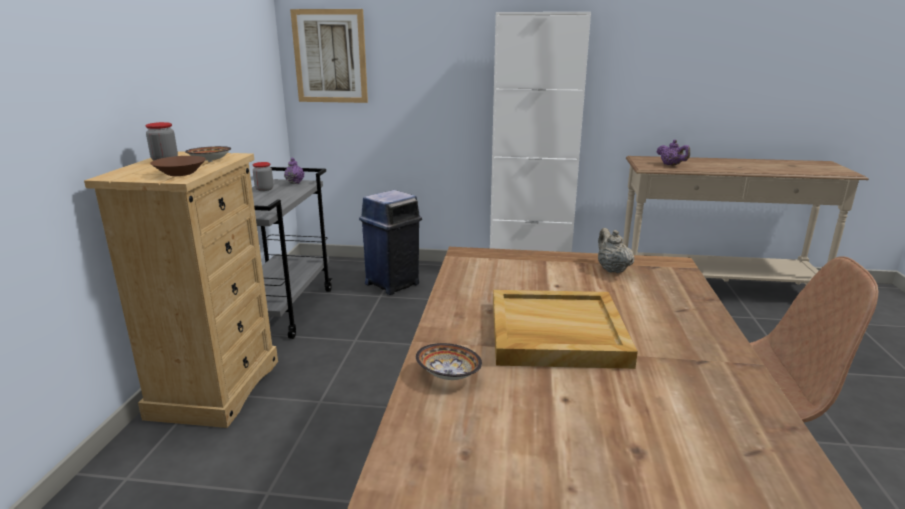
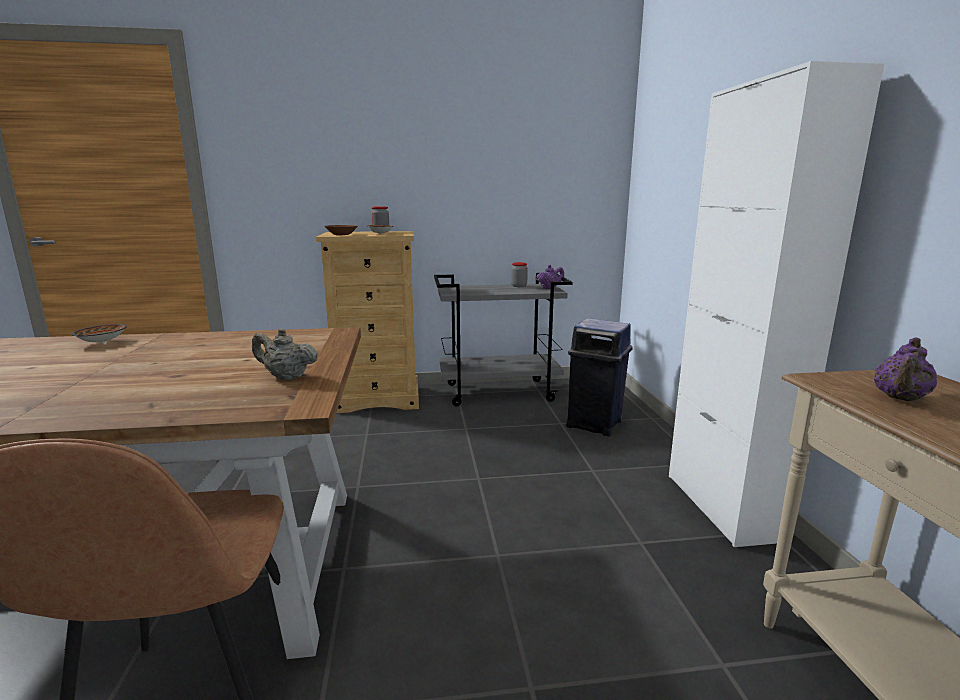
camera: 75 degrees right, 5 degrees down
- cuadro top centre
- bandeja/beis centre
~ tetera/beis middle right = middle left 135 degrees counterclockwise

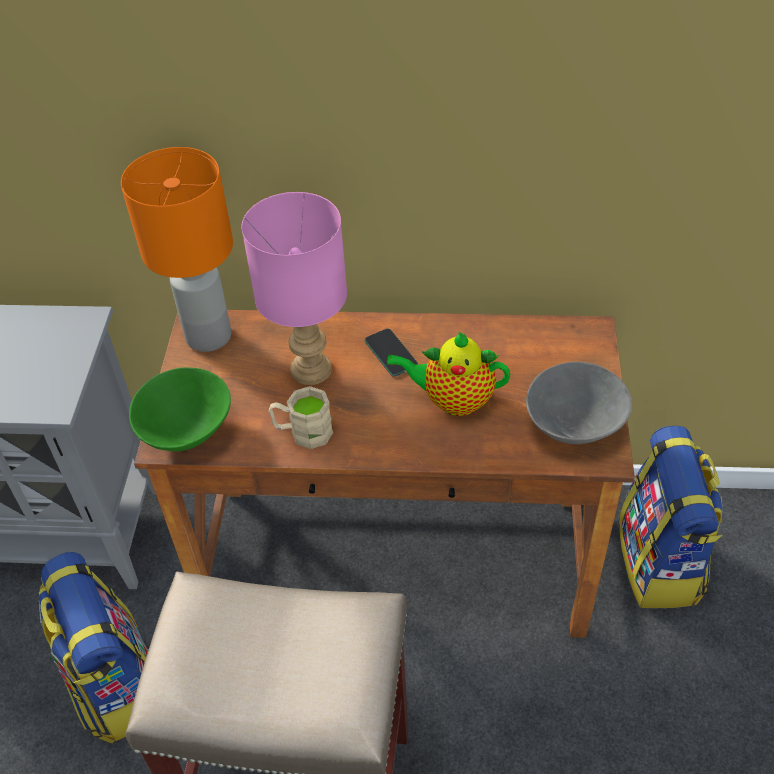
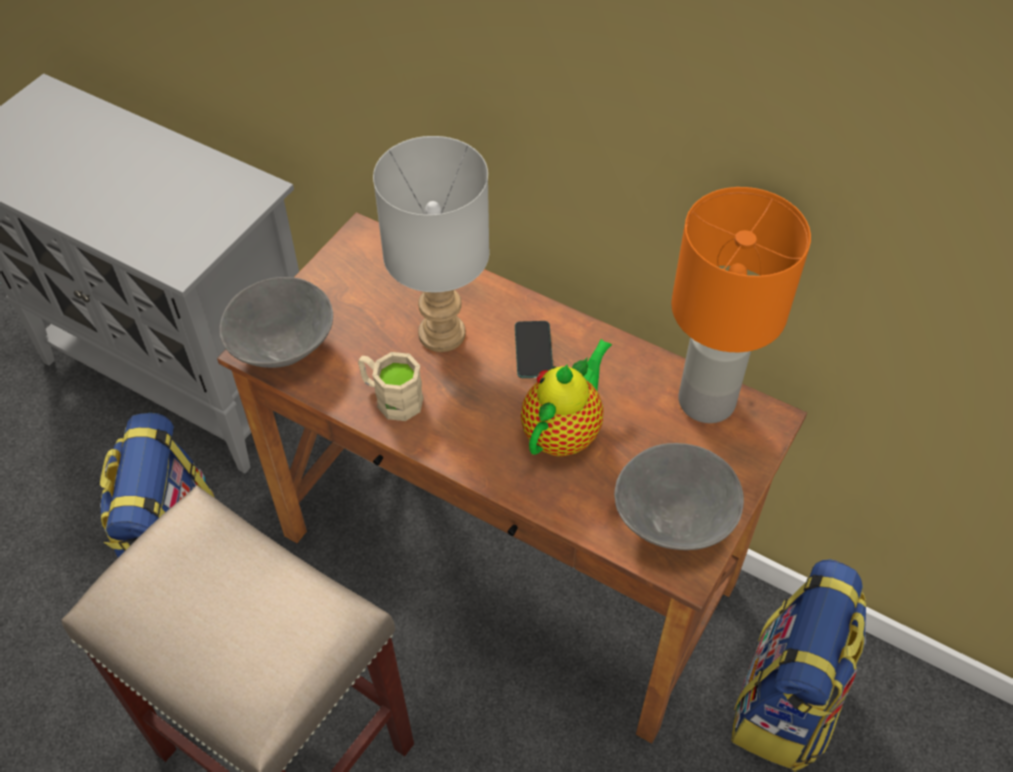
camera: 25 degrees right, 5 degrees up
~ lámpara de mesa/naranja top left to middle right
~ cuenco/verde middle left to cuenco/gris (1st from left) middle left
~ lámpara de mesa/rosa centre to lámpara de mesa/gris top centre
~ tetera centre = centre 90 degrees clockwise

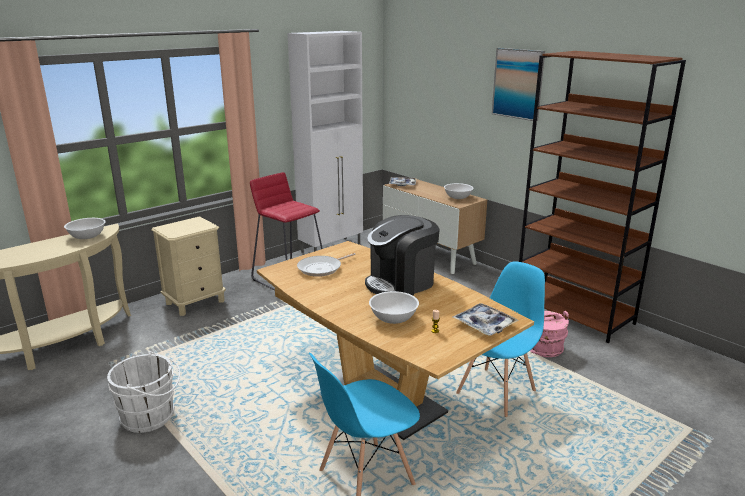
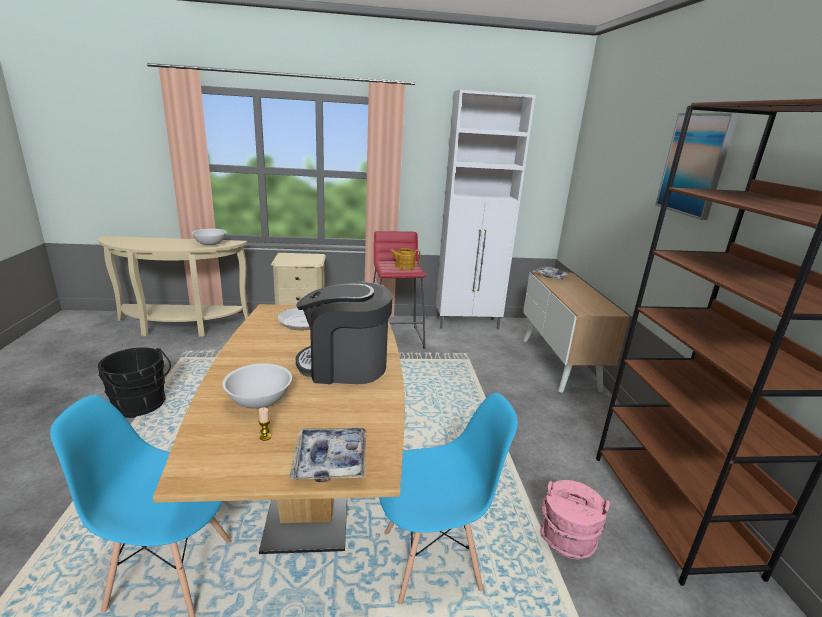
camera: 35 degrees right, 0 degrees up
- cuenco/blanco (3rd from left) centre
+ tetera centre
~ cubo/blanco bottom left to cubo/negro middle left

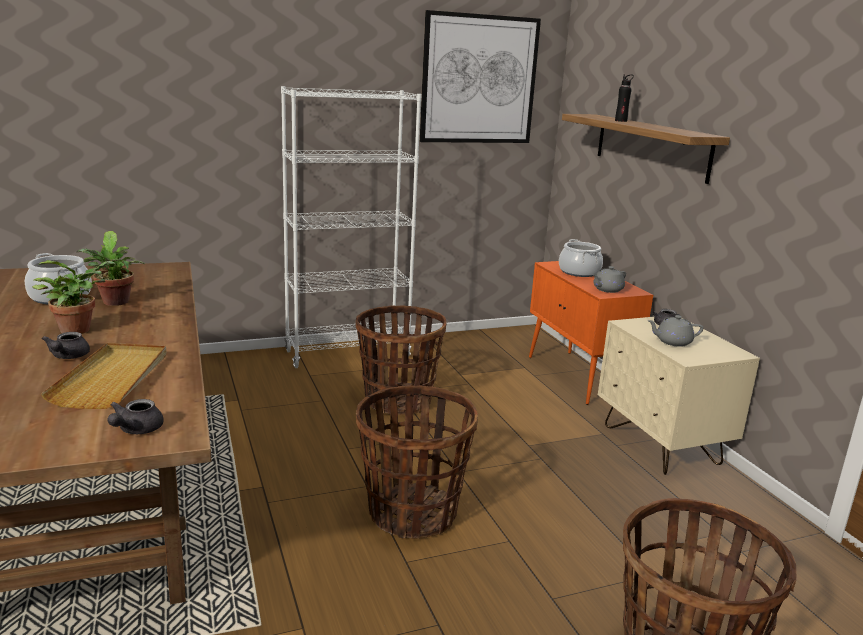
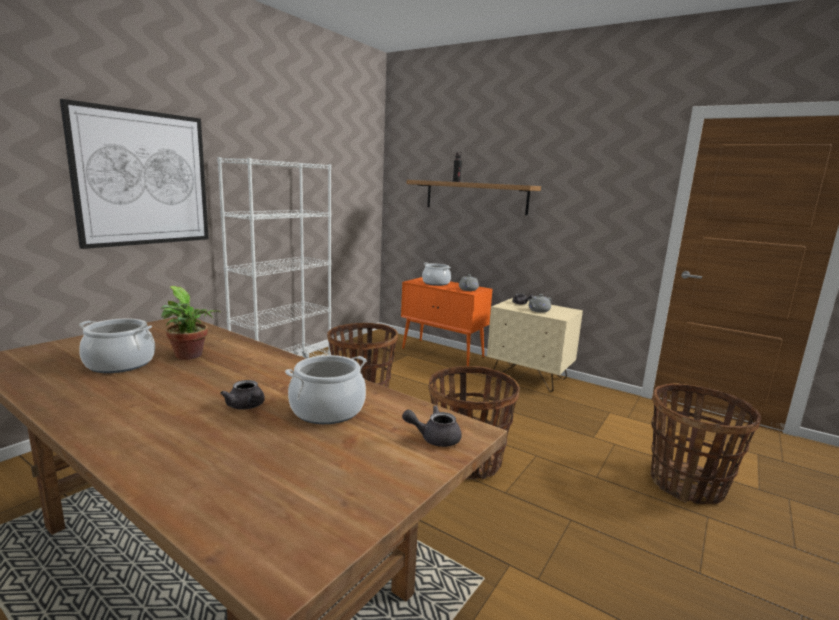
camera: 35 degrees left, 5 degrees down
- planta en maceta (1st from left) middle left
~ cuadro top centre to top left
~ bandeja/beis middle left to olla (2nd from left) centre
~ tetera/gris (2nd from left) middle left = bottom centre 105 degrees clockwise

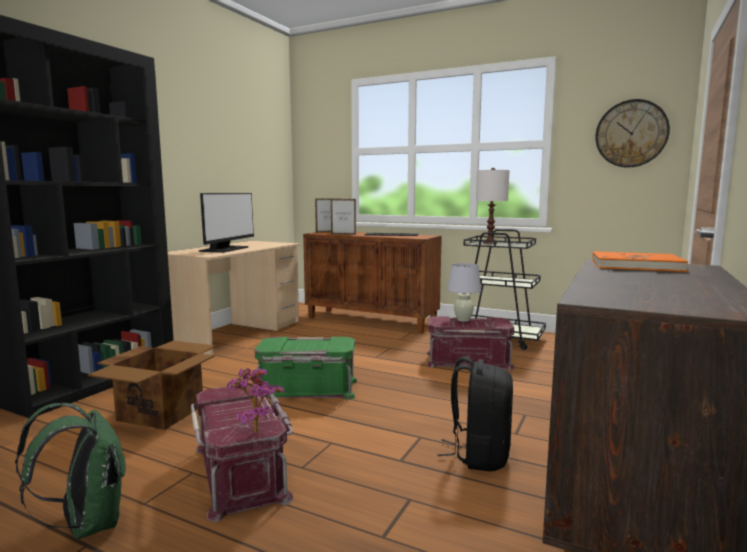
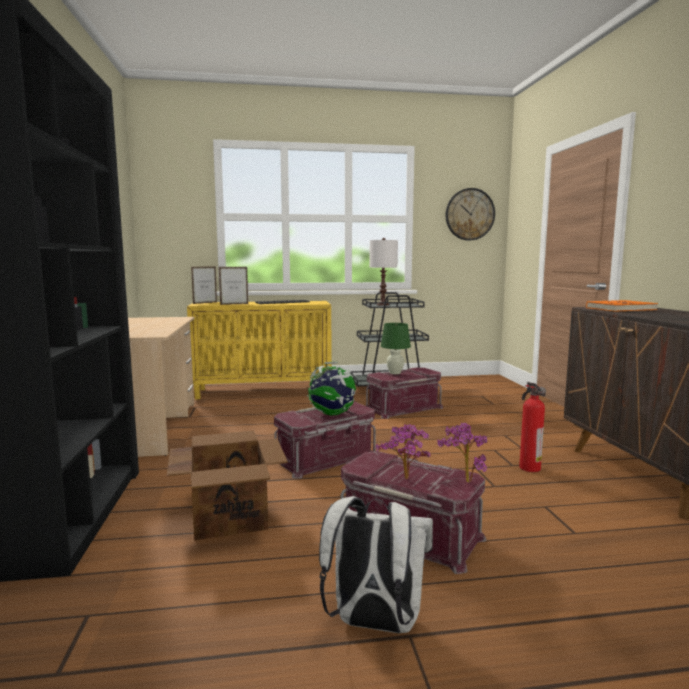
camera: 35 degrees left, 0 degrees up
- monitor middle left
+ globo terráqueo centre
+ planta en maceta (1st from left) centre
~ mochila/negro bottom centre to extintor middle right
~ mochila/verde bottom left to mochila/blanco bottom centre
~ caja de almacenaje/verde bottom centre to caja de almacenaje/rojo (1st from left) centre
~ armario/marrón (1st from left) centre to armario/amarillo centre
~ lámpara de mesa/blanco (1st from left) centre to lámpara de mesa/verde centre

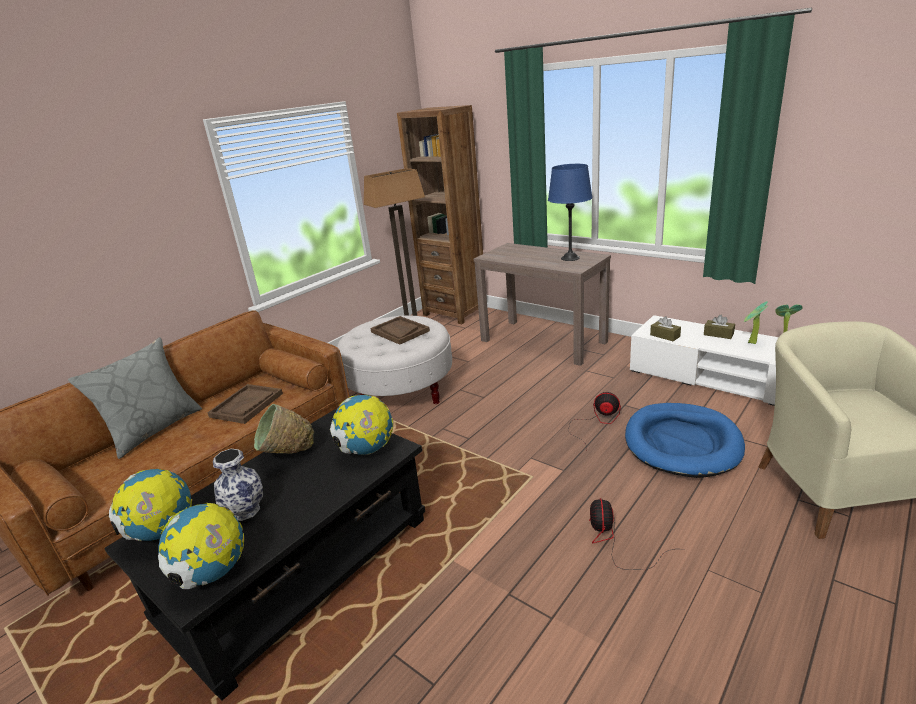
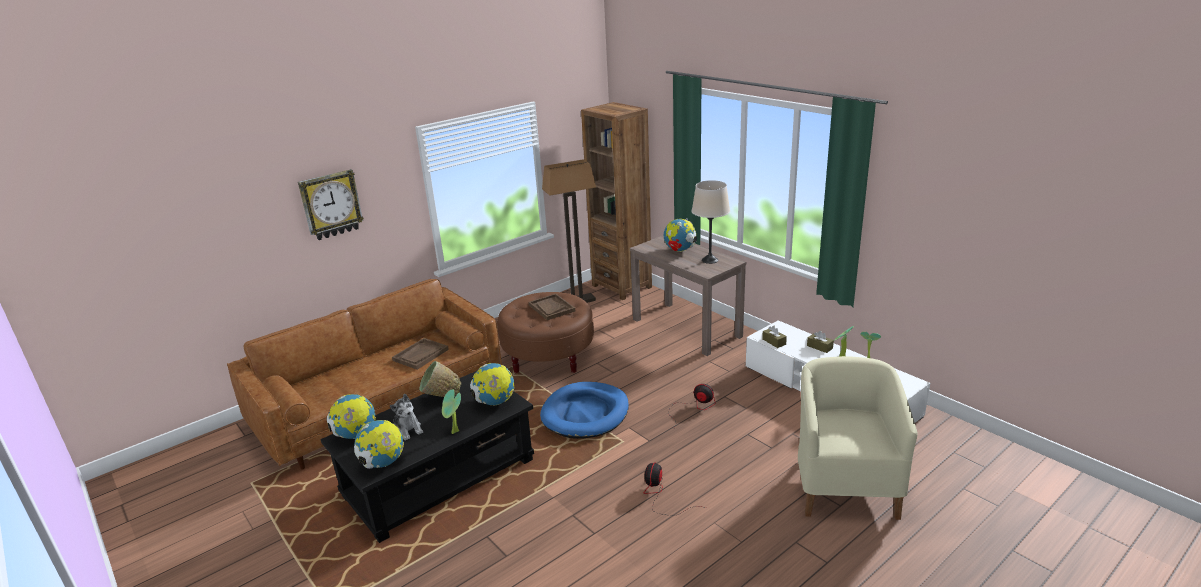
camera: 10 degrees right, 0 degrees up
- cojín/gris middle left
+ reloj de pared middle left
+ planta en maceta (1st from left) bottom centre
+ globo terráqueo (4th from left) centre
~ cama para perro/azul middle right to bottom centre
~ florero bottom left to peluche bottom centre
~ puf/blanco centre to puf/marrón centre
~ lámpara de mesa/azul top centre to lámpara de mesa/beis centre

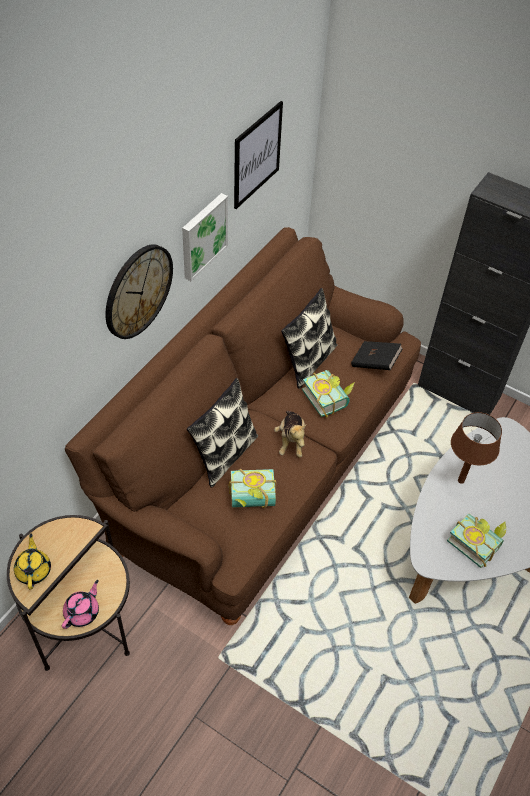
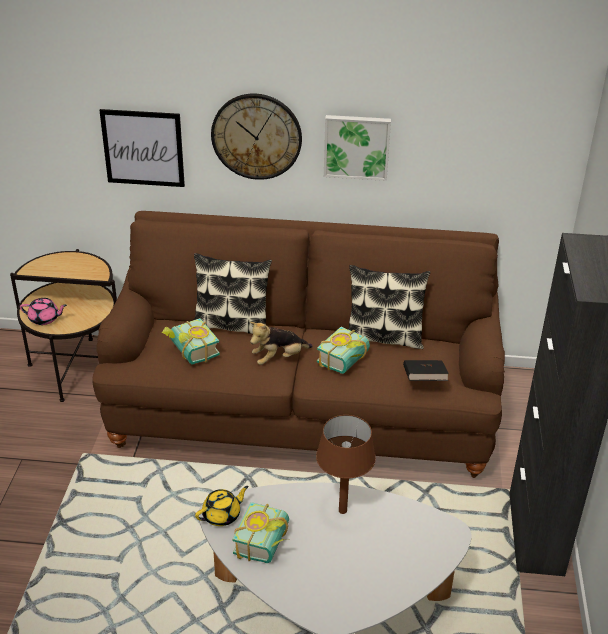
camera: 65 degrees right, 15 degrees down
~ tetera/amarillo bottom left to bottom centre
~ cuadro (2nd from left in the first image) top centre to cuadro (1st from left) top left

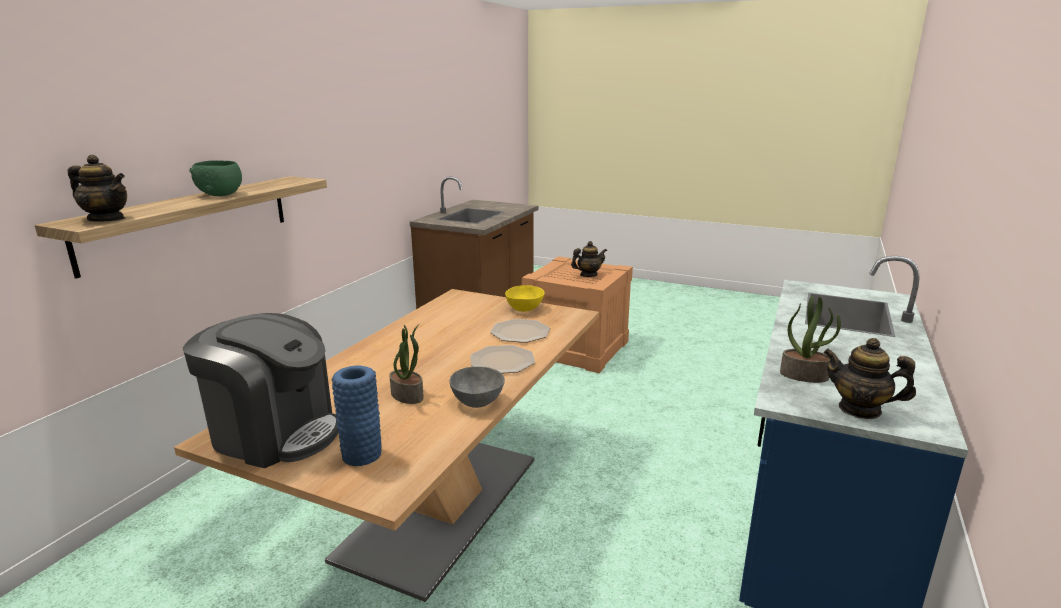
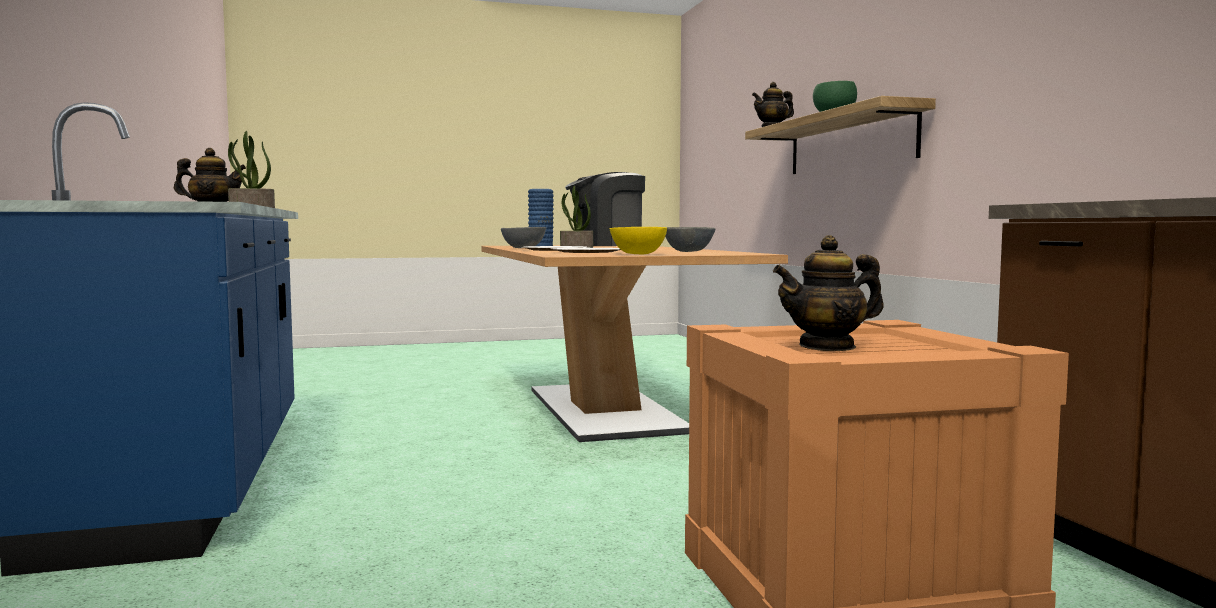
camera: 140 degrees right, 15 degrees down
+ cuenco/gris (2nd from left) centre
~ tetera (2nd from left in the first image) centre = middle right 45 degrees clockwise

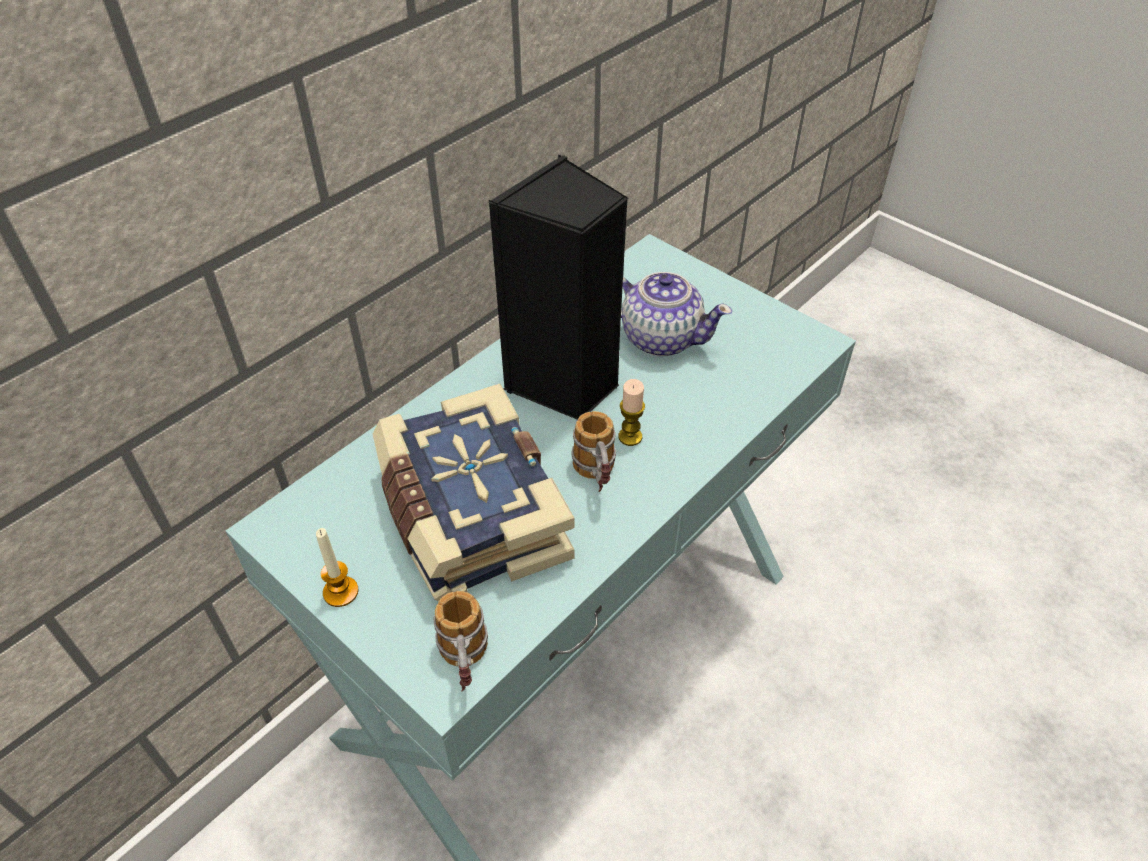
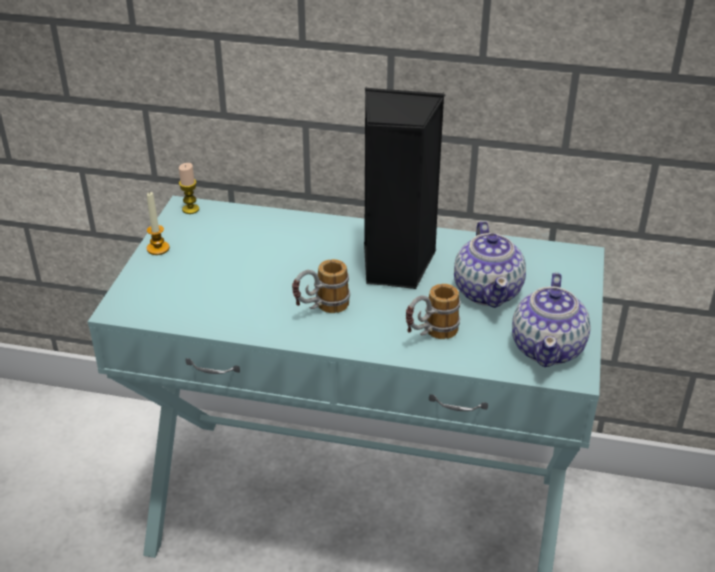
camera: 60 degrees right, 10 degrees down
- libro centre
+ tetera (2nd from left) middle right
~ taza grande (1st from left in the first image) bottom centre to taza grande (2nd from left) centre
~ vela (2nd from left) centre to top left

